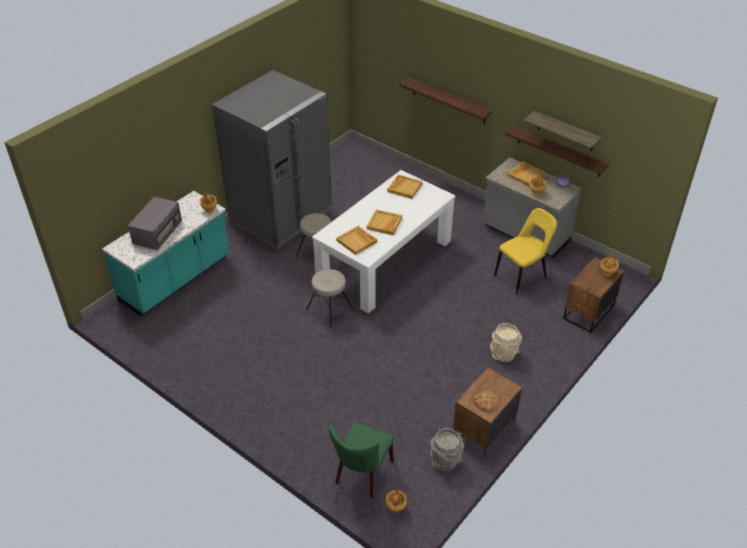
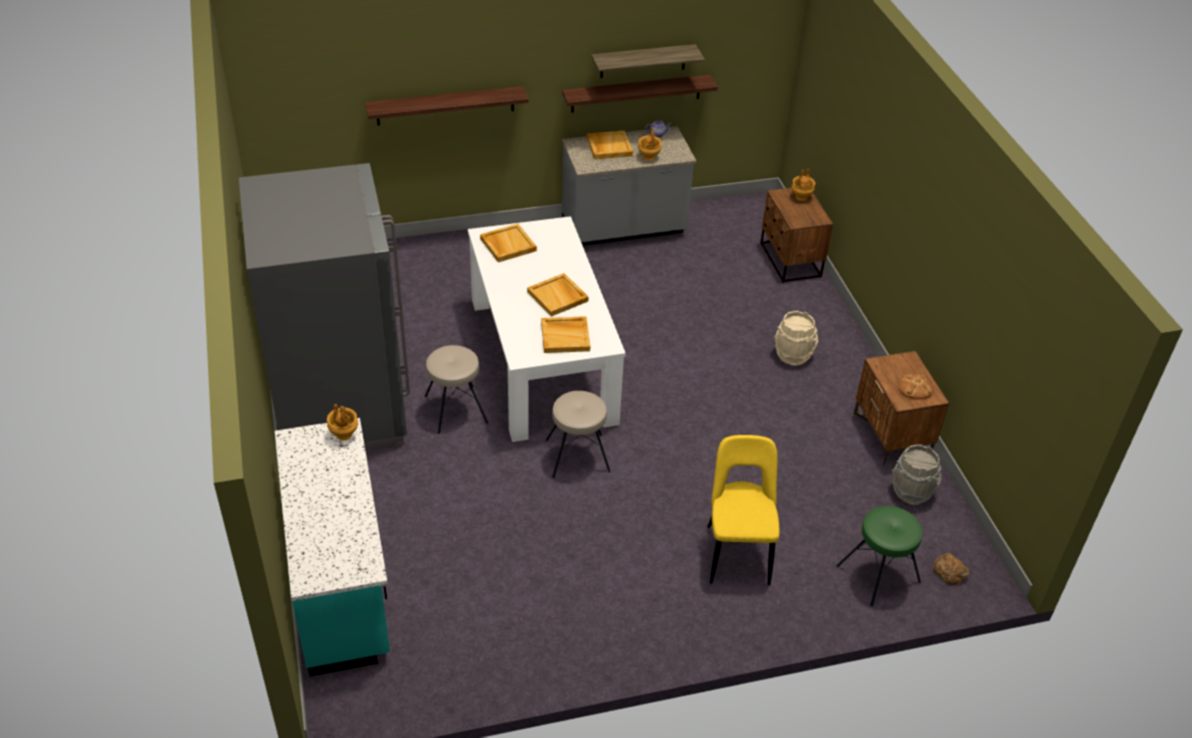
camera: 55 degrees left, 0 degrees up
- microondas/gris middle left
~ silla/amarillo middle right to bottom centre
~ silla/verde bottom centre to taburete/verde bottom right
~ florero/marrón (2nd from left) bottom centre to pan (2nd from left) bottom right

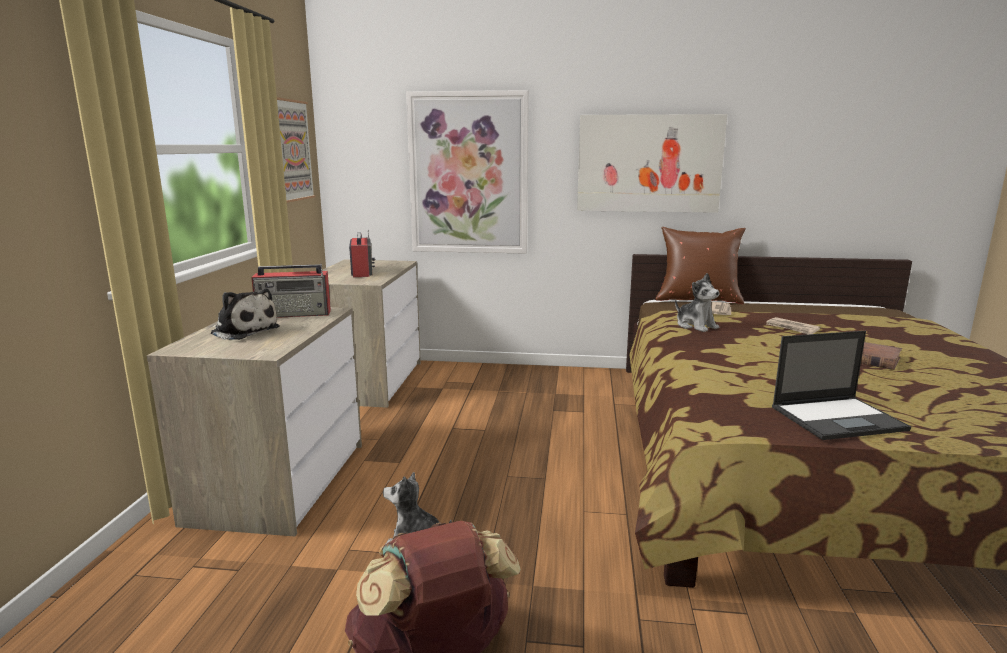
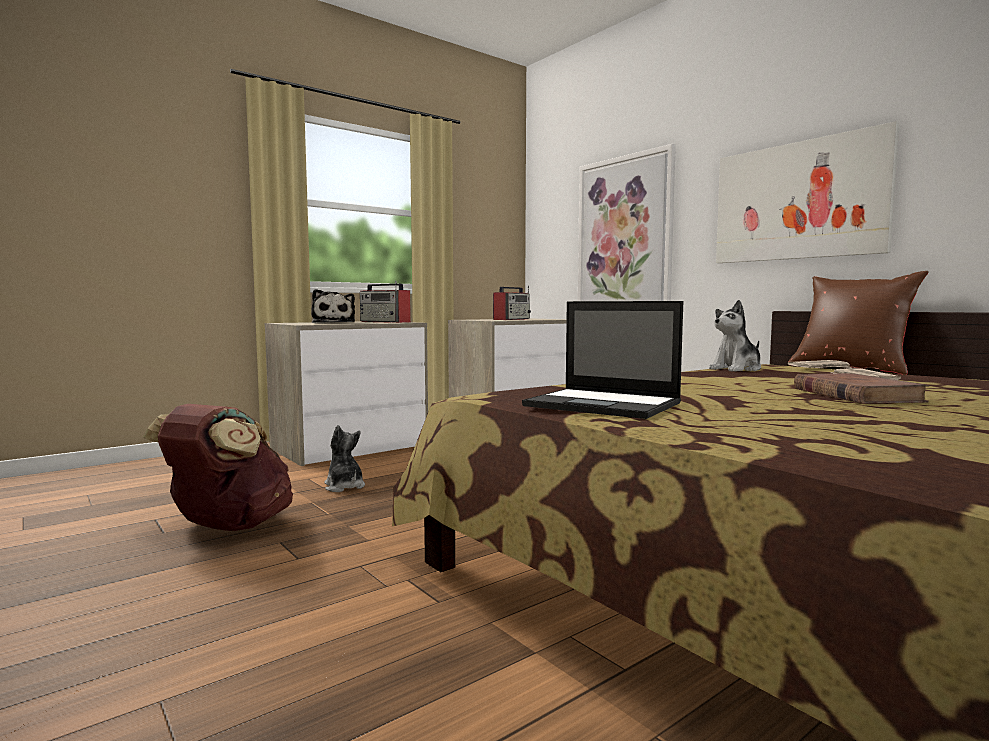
camera: 45 degrees right, 10 degrees down
- cuadro (1st from left) top left
~ peluche (3rd from left) middle right = middle right 45 degrees clockwise

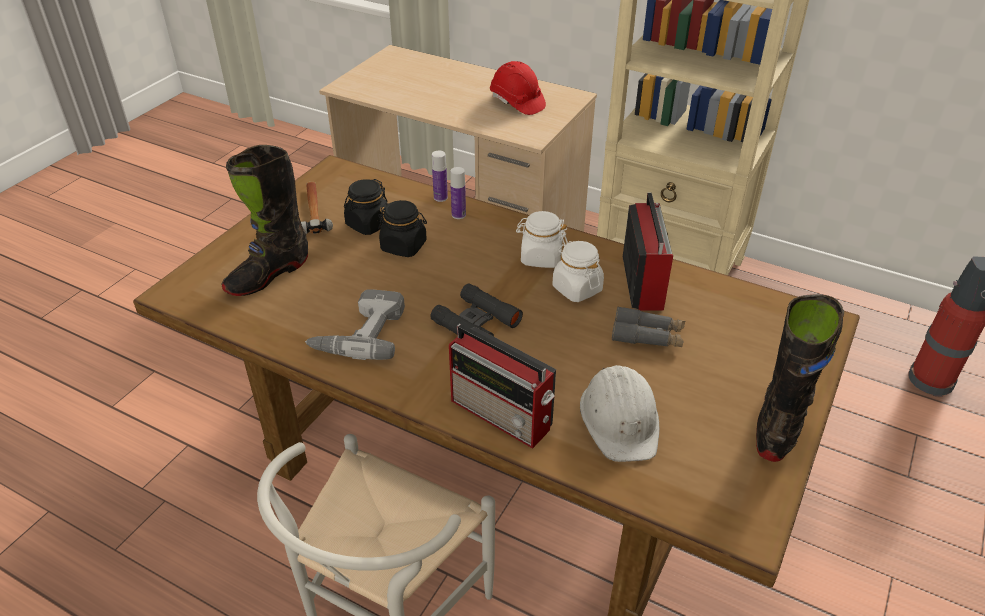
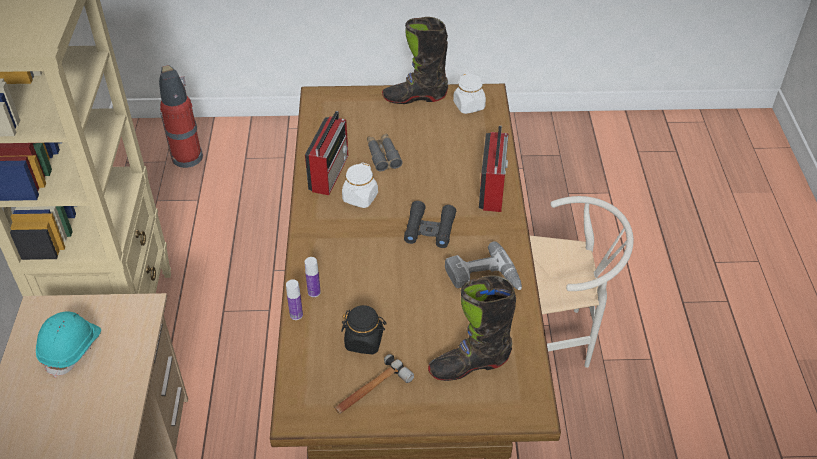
camera: 120 degrees left, 5 degrees up
- tarro/negro (2nd from left) centre
- casco/blanco bottom centre
~ tarro/blanco (1st from left in the first image) centre to tarro/blanco (2nd from left) top centre
~ casco/rojo top centre to casco/turquesa bottom left
~ bota/negro (1st from left in the first image) middle left = bottom centre 150 degrees clockwise
~ radio (2nd from left in the first image) centre = centre 135 degrees clockwise

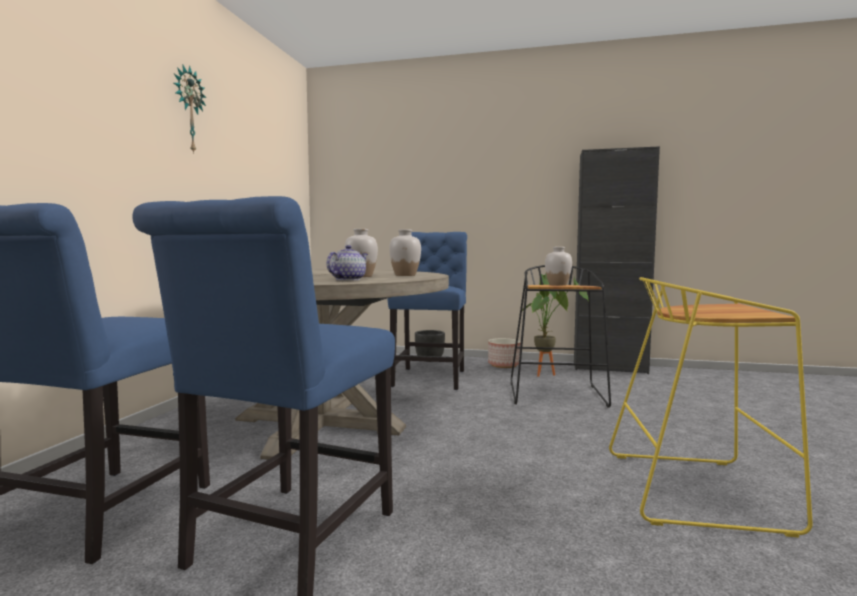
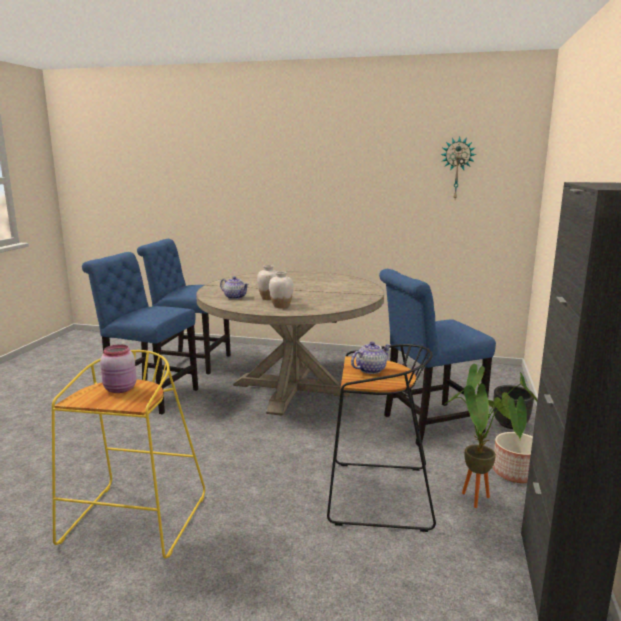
camera: 90 degrees right, 10 degrees up
+ tarro/rosa middle left
~ reloj de pared top left to top right
~ florero/blanco (3rd from left) centre to tetera (2nd from left) centre
~ silla/azul (3rd from left) centre = middle right 150 degrees clockwise

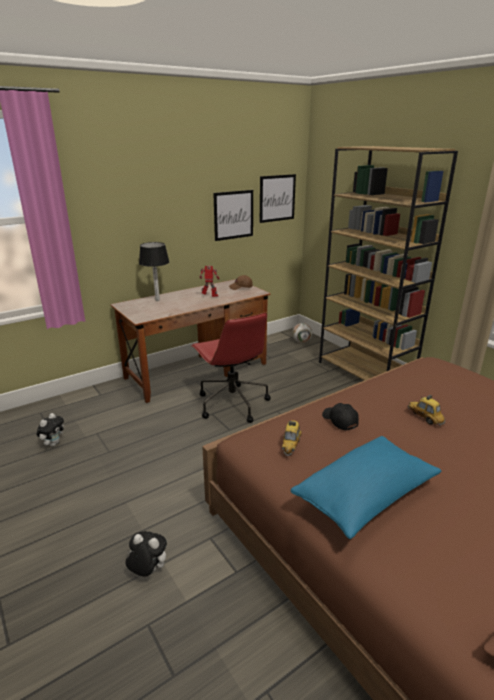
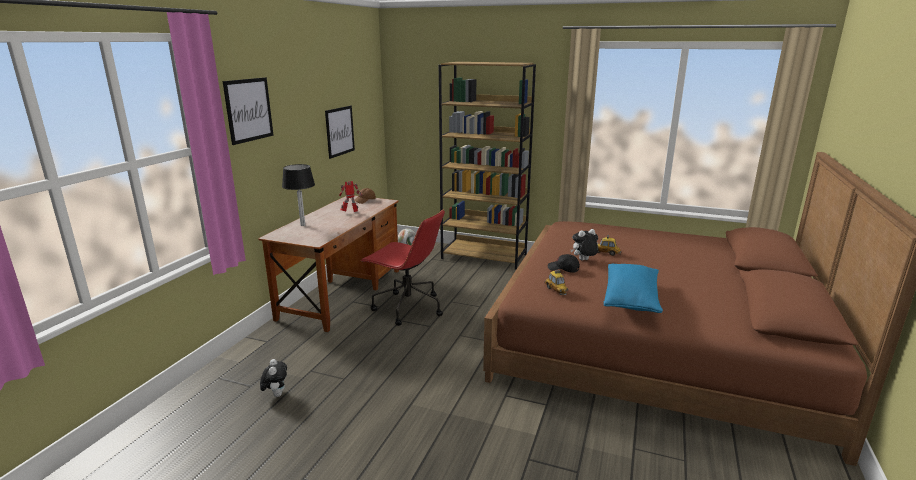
camera: 35 degrees left, 5 degrees down
~ peluche (2nd from left) bottom left to centre
~ cuadro (2nd from left in the first image) top centre to cuadro (1st from left) top left

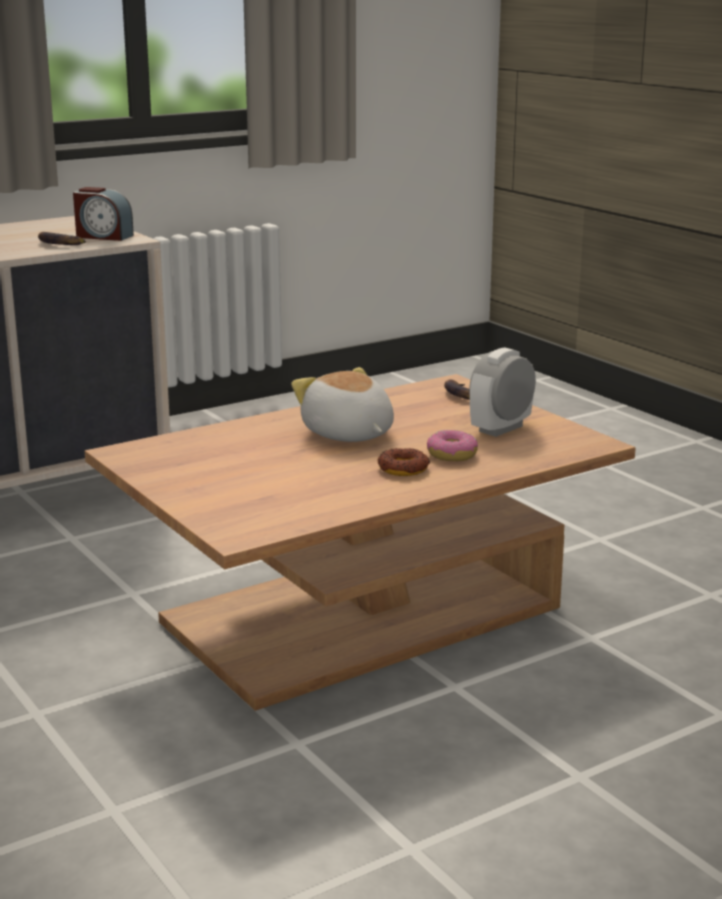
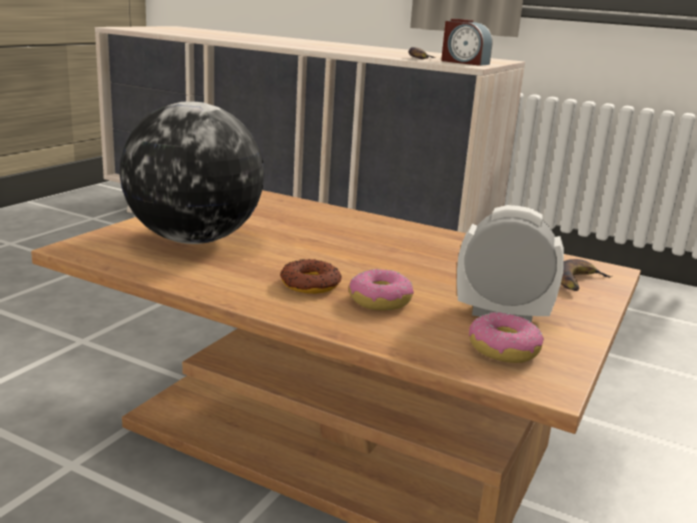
camera: 60 degrees right, 0 degrees up
- peluche centre
+ globo terráqueo top left
+ rosquilla (3rd from left) middle right
~ despertador (1st from left) top left = top right 45 degrees counterclockwise

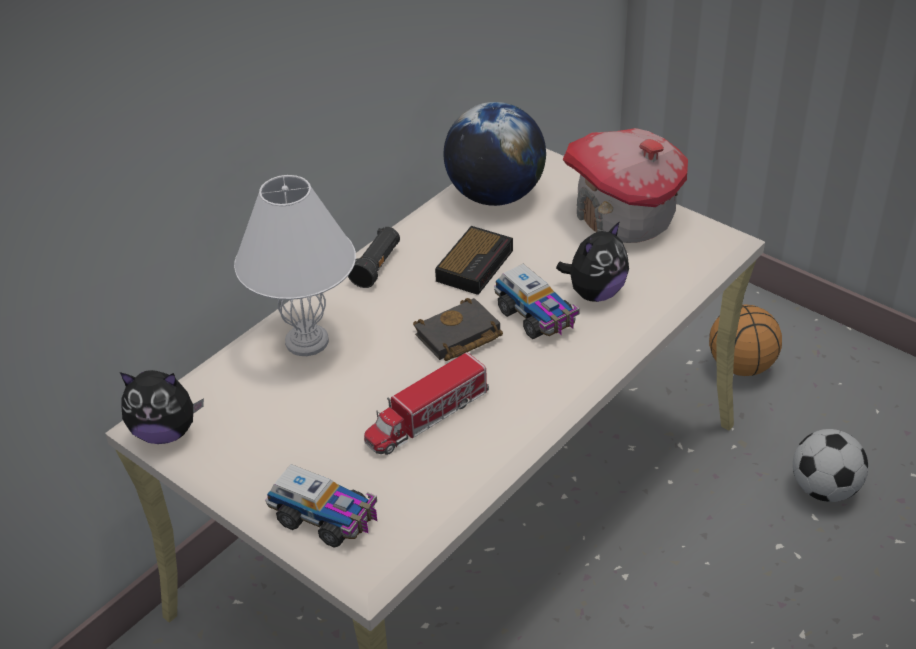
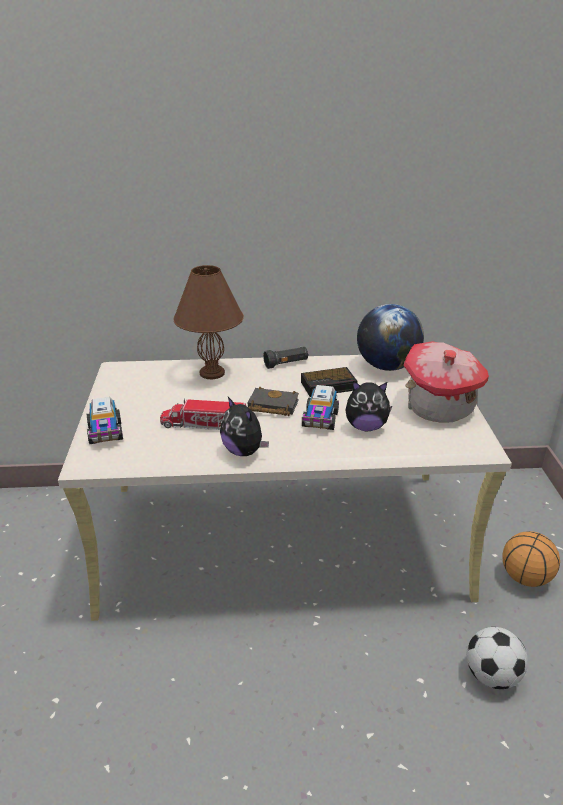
camera: 45 degrees right, 10 degrees down
~ peluche (1st from left) middle left to centre
~ lámpara de mesa/blanco middle left to lámpara de mesa/marrón centre

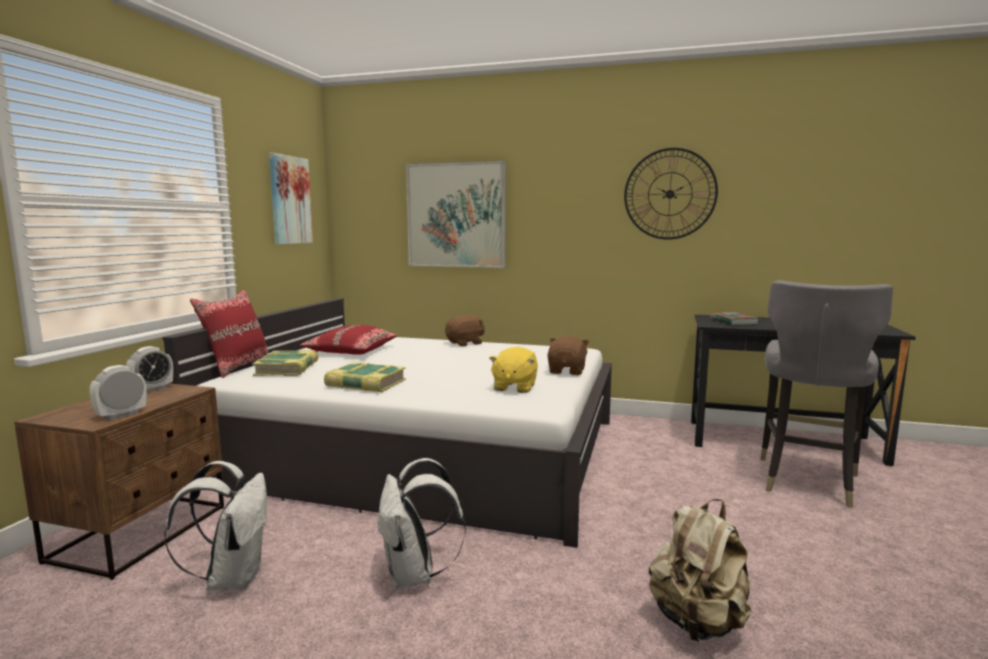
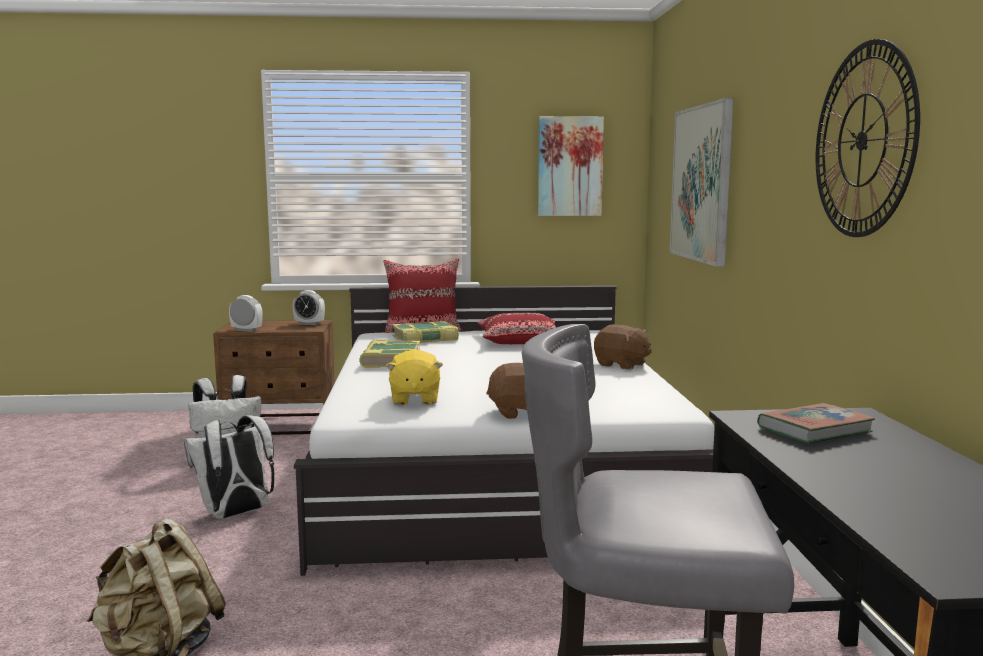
camera: 70 degrees right, 0 degrees up
~ peluche/amarillo centre = centre 90 degrees counterclockwise

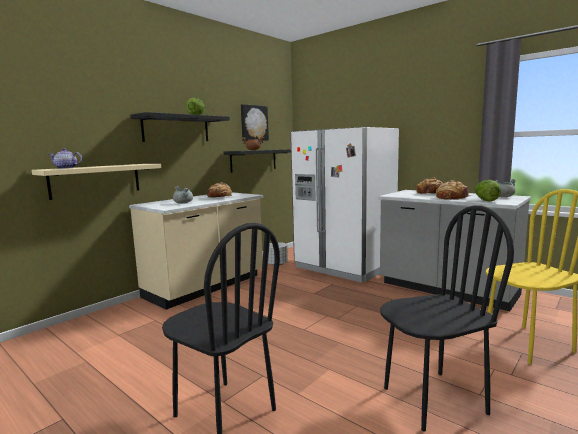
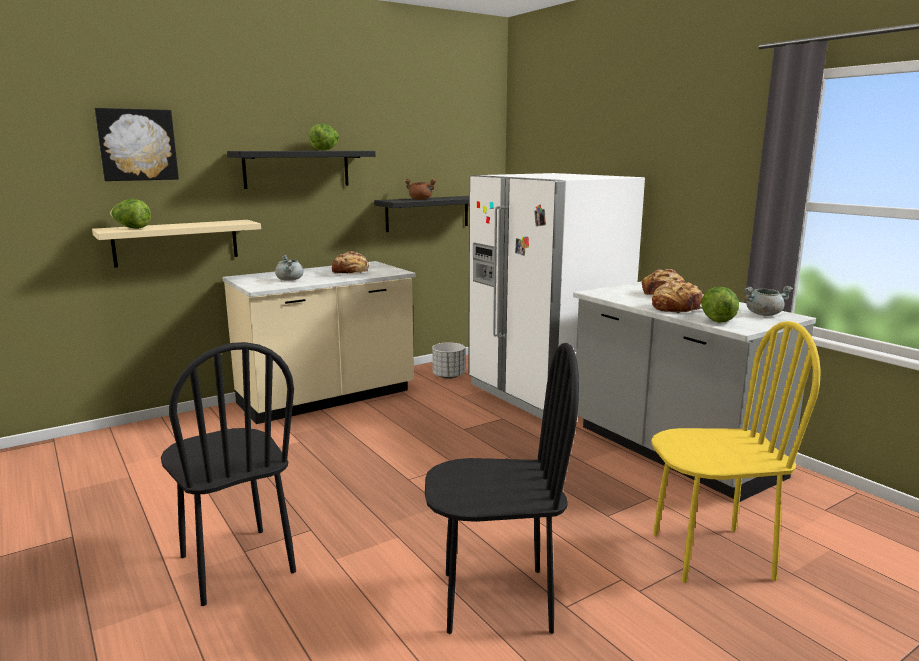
camera: 15 degrees right, 5 degrees up
~ cuadro top centre to top left
~ tetera middle left to lechuga (1st from left) top left

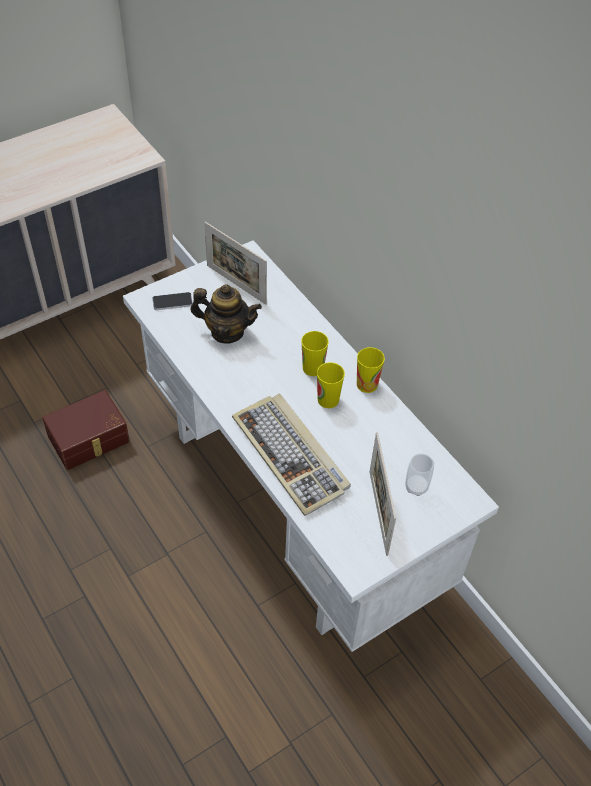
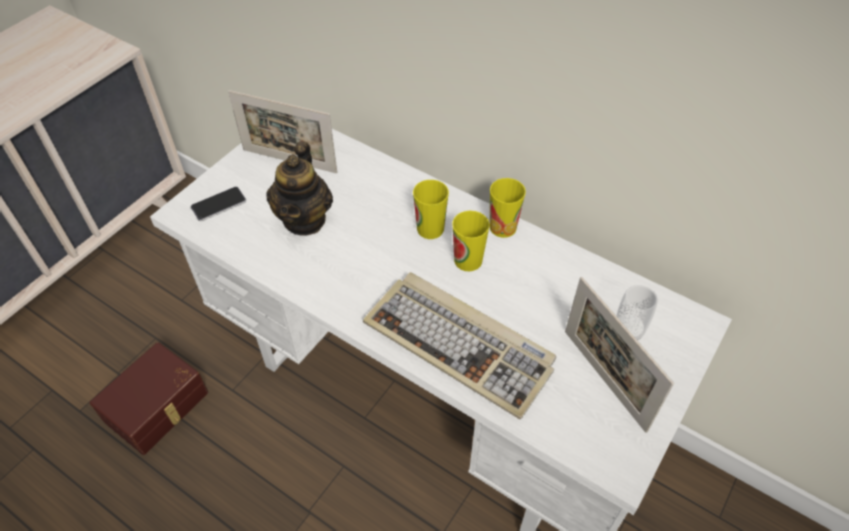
camera: 20 degrees left, 0 degrees up
~ tetera centre = centre 105 degrees clockwise

